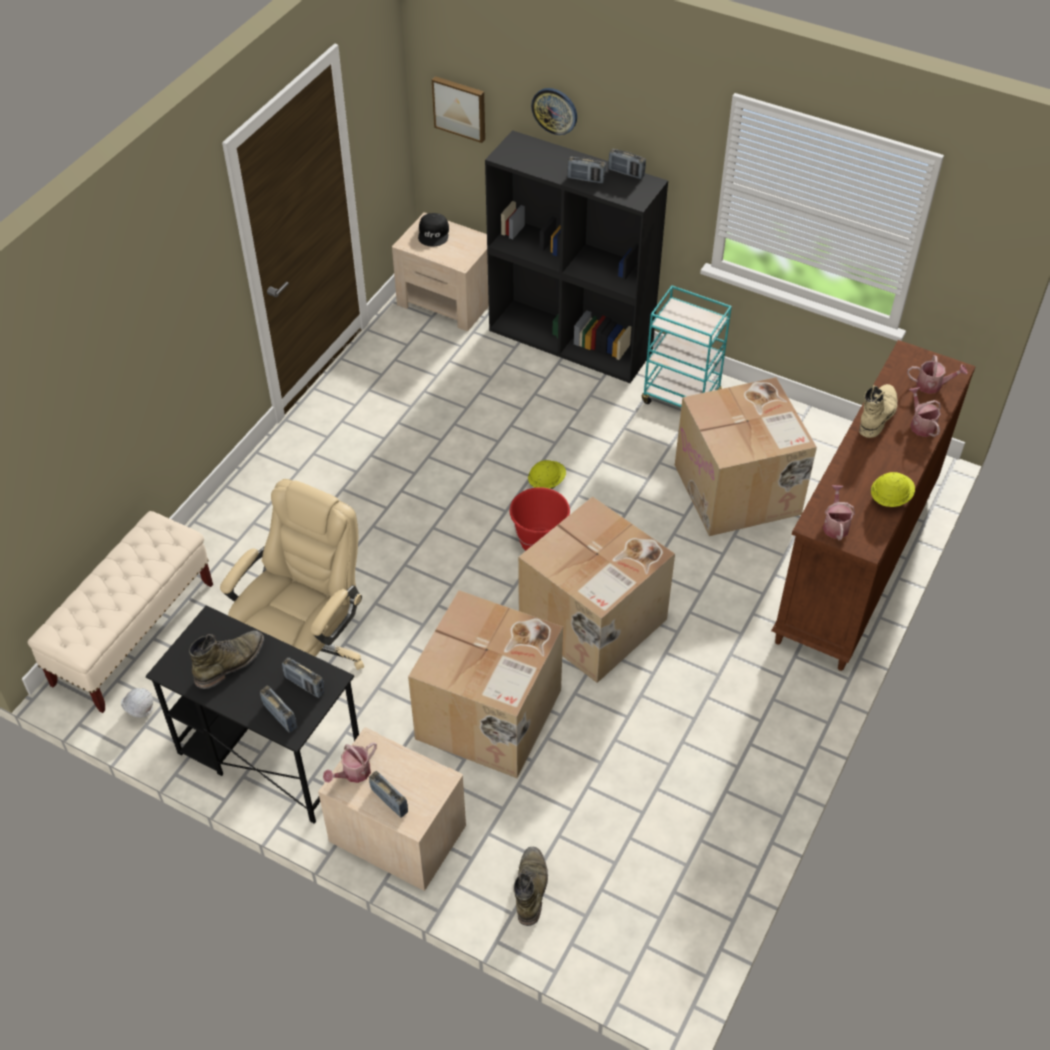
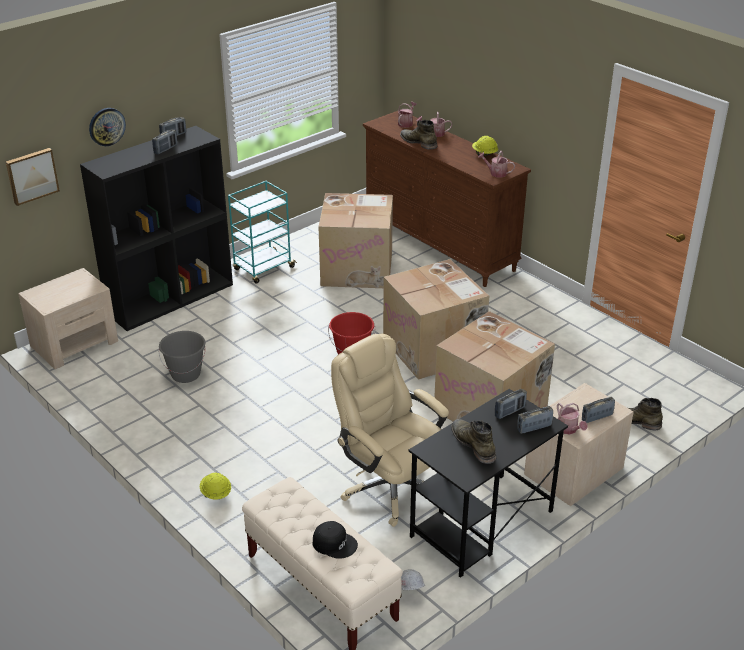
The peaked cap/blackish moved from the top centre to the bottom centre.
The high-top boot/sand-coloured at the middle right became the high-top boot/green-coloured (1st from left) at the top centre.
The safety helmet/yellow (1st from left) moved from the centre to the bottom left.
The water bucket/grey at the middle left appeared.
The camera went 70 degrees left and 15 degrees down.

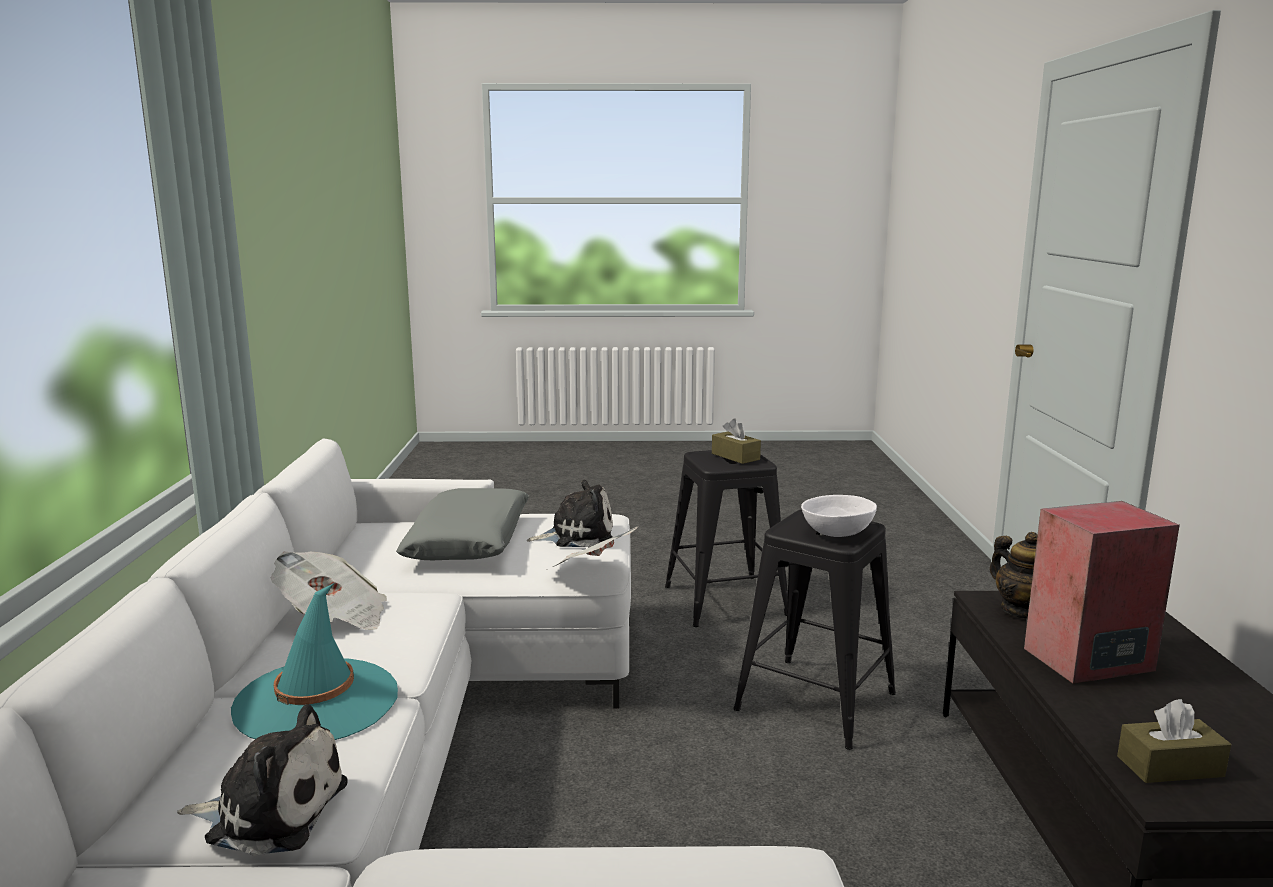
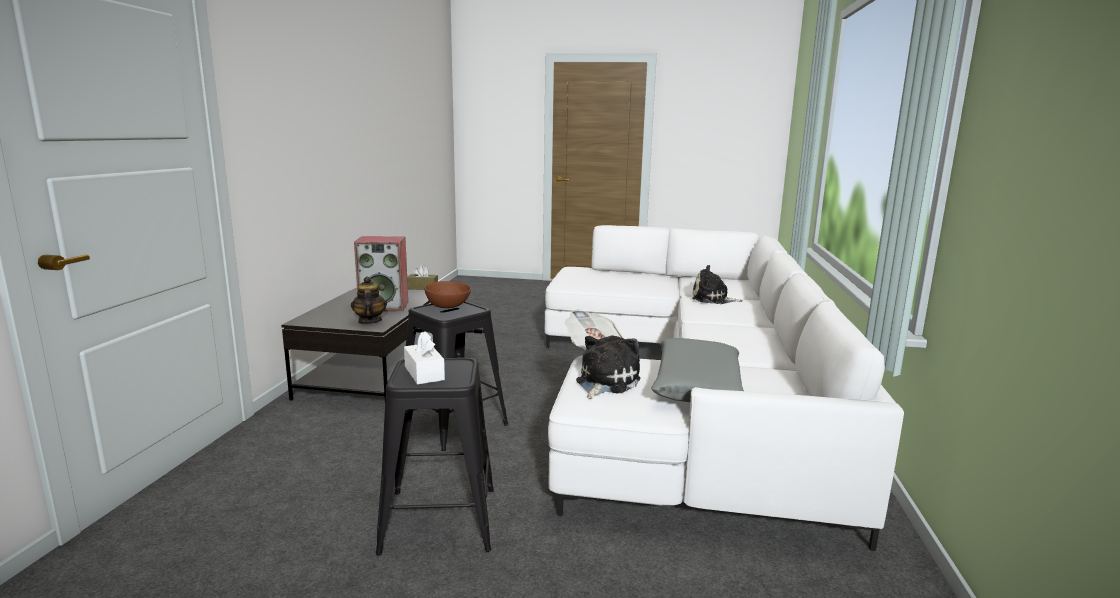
The box of tissues/brownish (1st from left) at the centre became the box of tissues/whitish at the centre.
The cuddly toy (2nd from left in the first image) at the centre turned 120 degrees clockwise.
The deep dish/whitish at the centre became the deep dish/brownish at the centre.
The daily paper (1st from left) at the middle left disappeared.
The clothing hat/turquoise-coloured at the bottom left disappeared.
The camera went 170 degrees left and 0 degrees up.

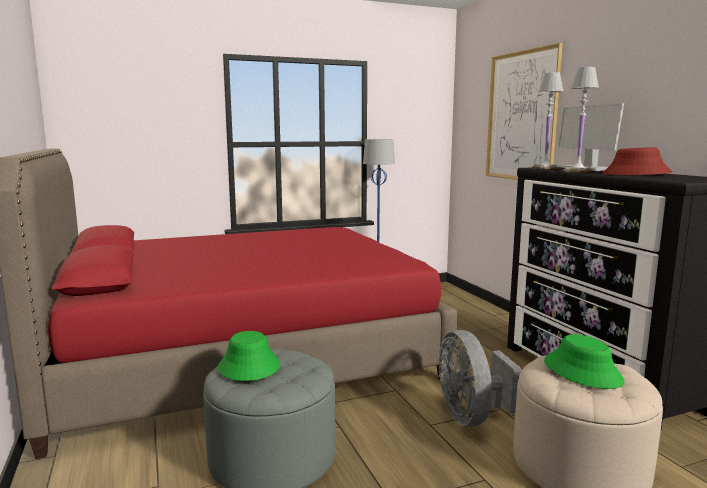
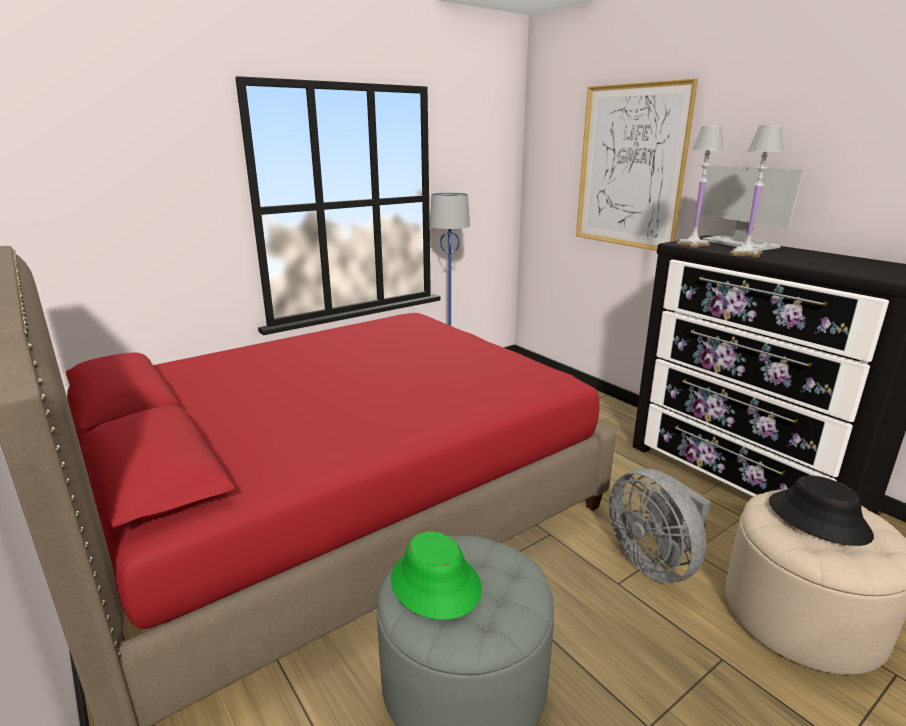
The clothing hat/reddish at the top right disappeared.
The clothing hat/green-coloured (2nd from left) at the bottom right became the clothing hat/blackish at the bottom right.
The camera went 15 degrees left and 10 degrees up.

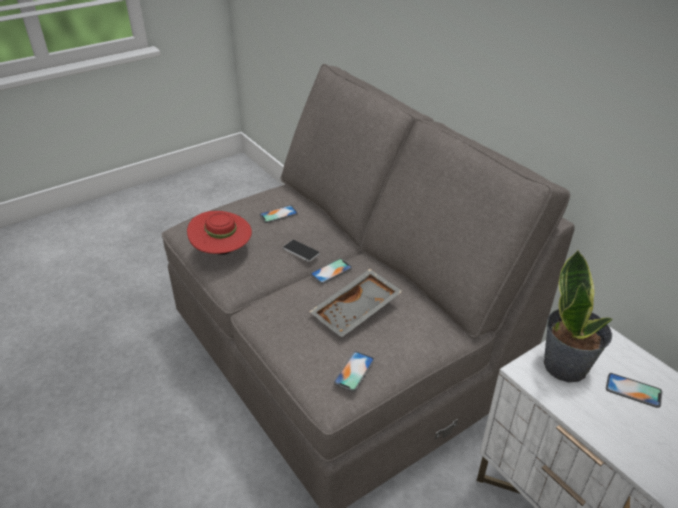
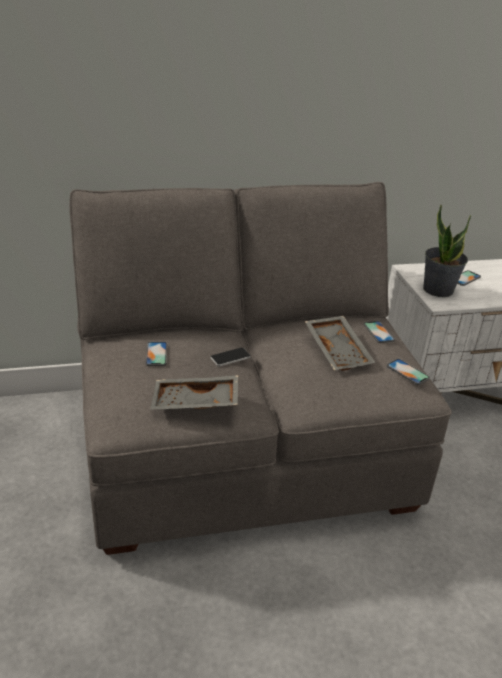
The clothing hat/reddish at the middle left was replaced by the serving tray/grey (1st from left) at the centre.
The telephone (3rd from left) moved from the centre to the middle right.
The camera went 70 degrees left and 5 degrees down.

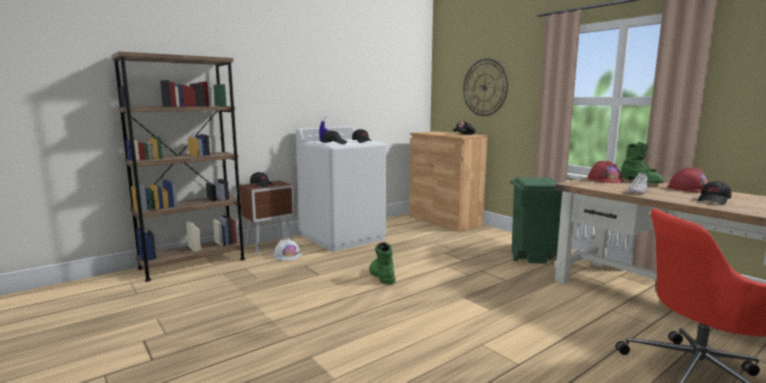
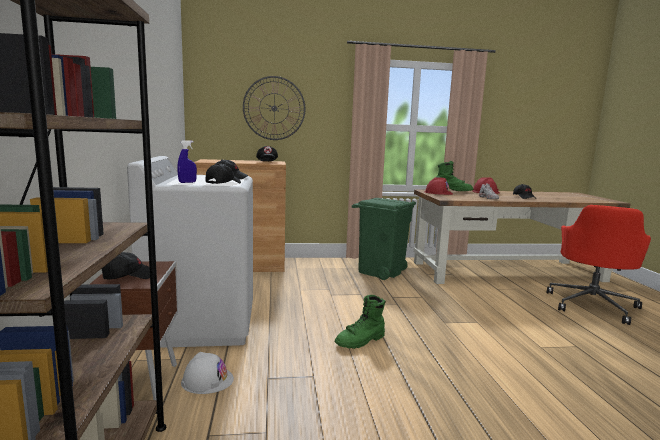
The high-top boot/green-coloured (1st from left) at the bottom centre turned 45 degrees counterclockwise.
The camera went 60 degrees left and 0 degrees up.

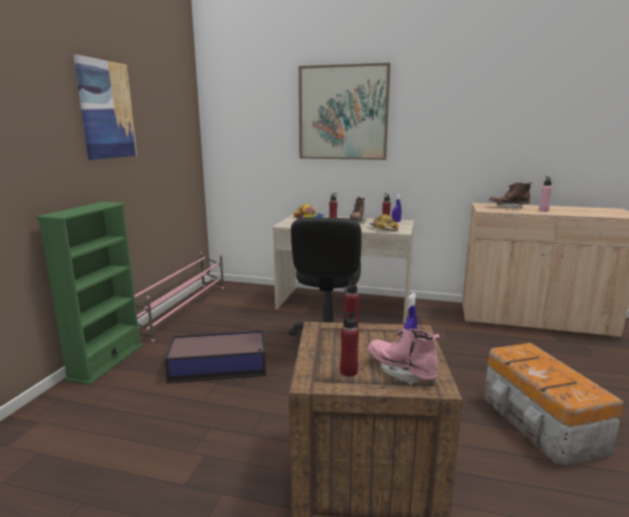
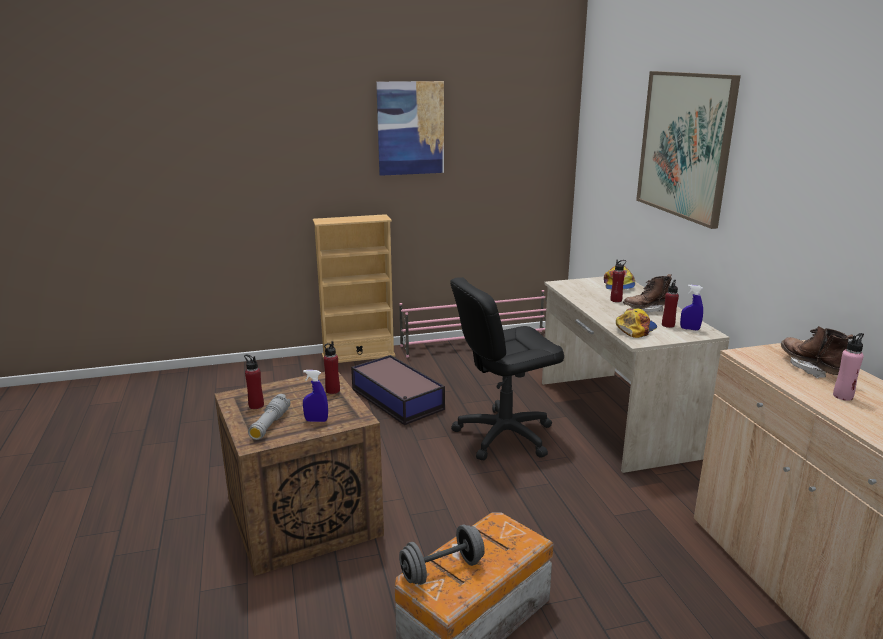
The bookcase/green-coloured at the middle left became the bookcase/sand-coloured at the centre.
The high-top boot/pink-coloured at the bottom centre was replaced by the torch/grey at the middle left.
The hand weight/grey at the bottom centre appeared.
The camera went 60 degrees right and 5 degrees up.

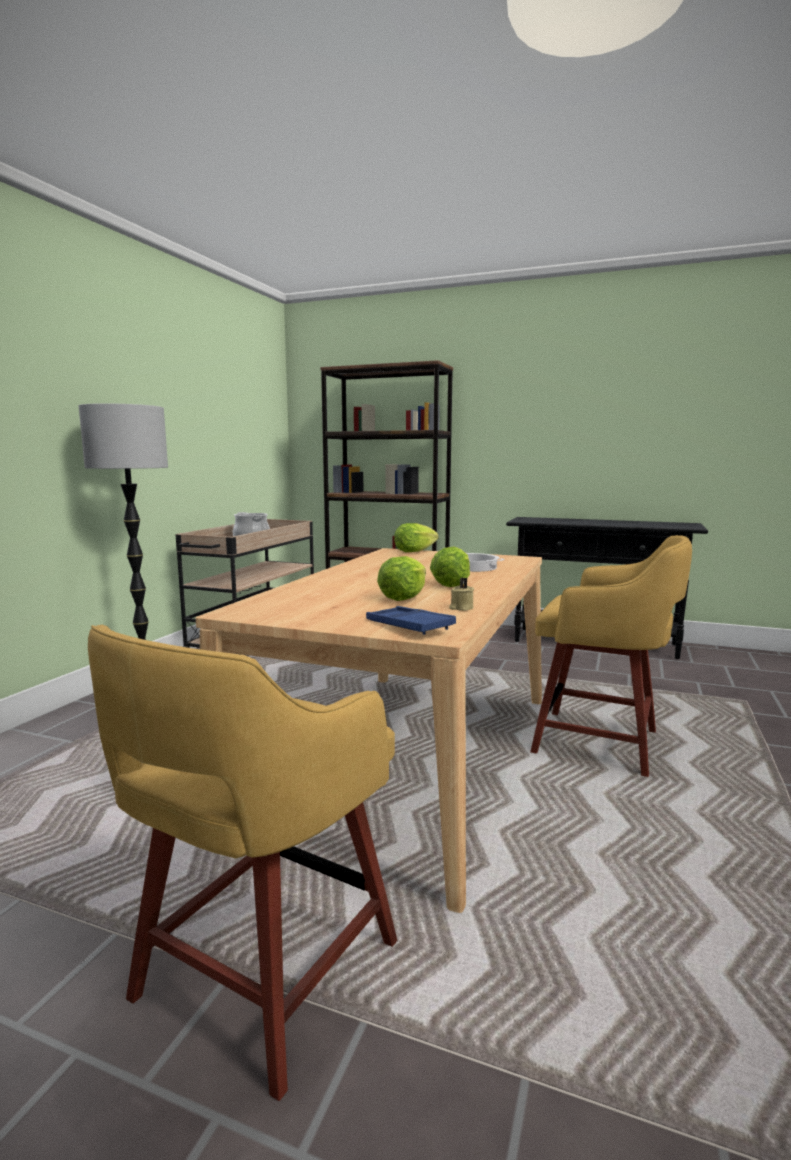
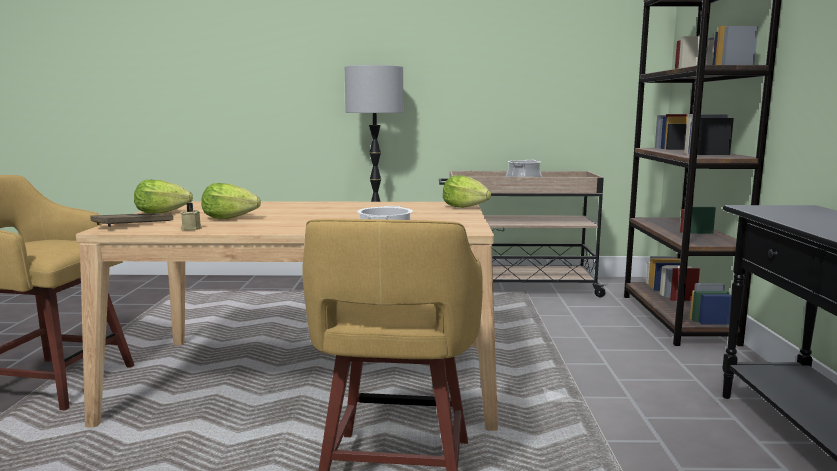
The head of lettuce (3rd from left in the first image) moved from the centre to the middle left.
The serving tray/blue at the centre became the serving tray/brownish at the middle left.
The camera went 70 degrees right and 0 degrees up.

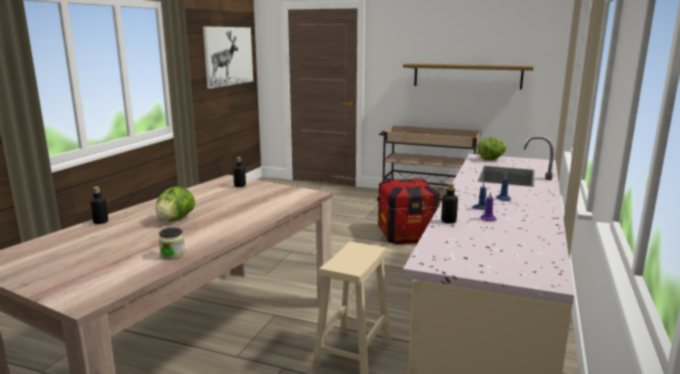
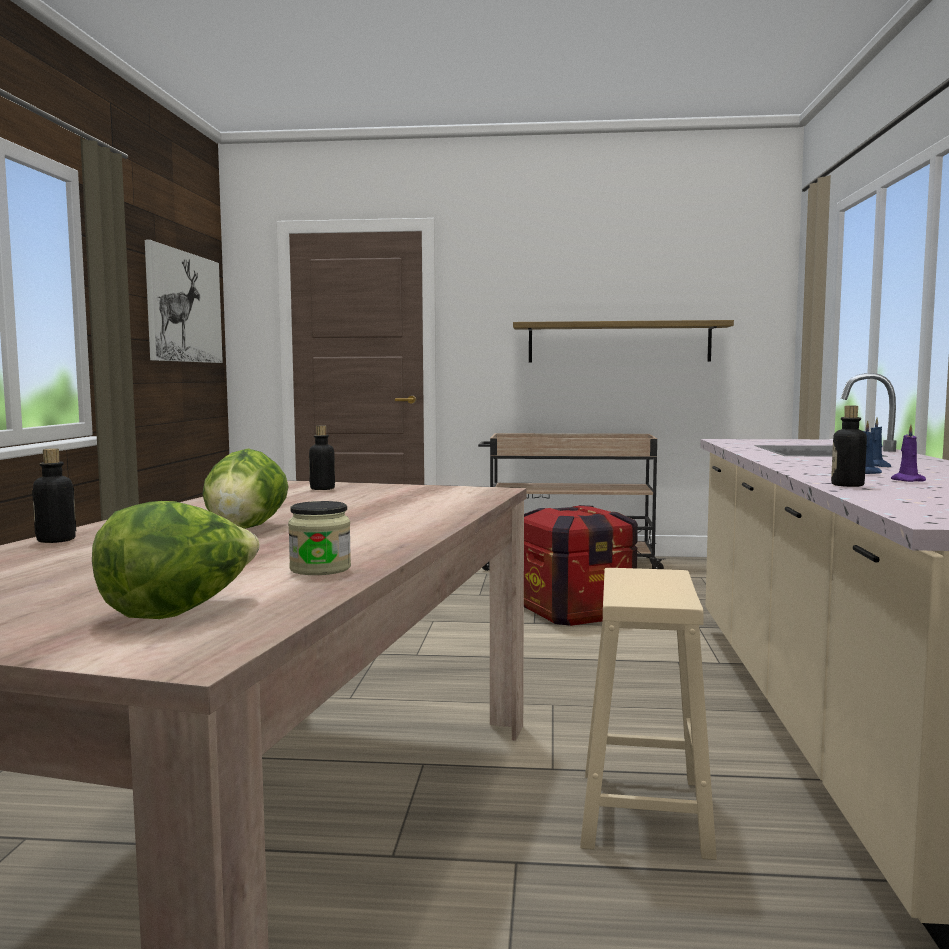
The head of lettuce (2nd from left in the first image) moved from the middle right to the middle left.
The camera went 15 degrees left and 10 degrees down.

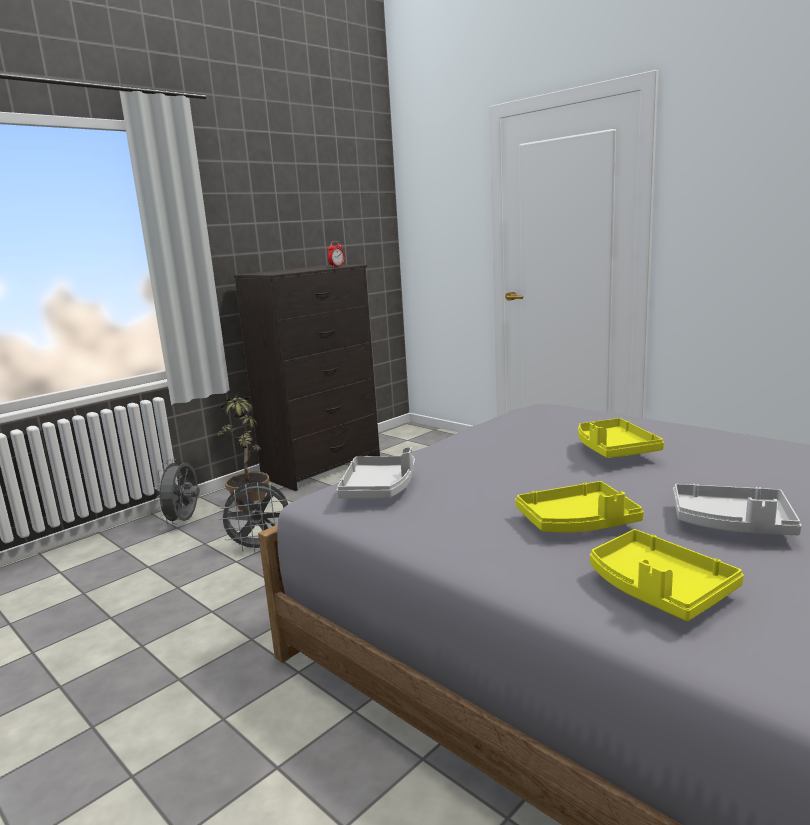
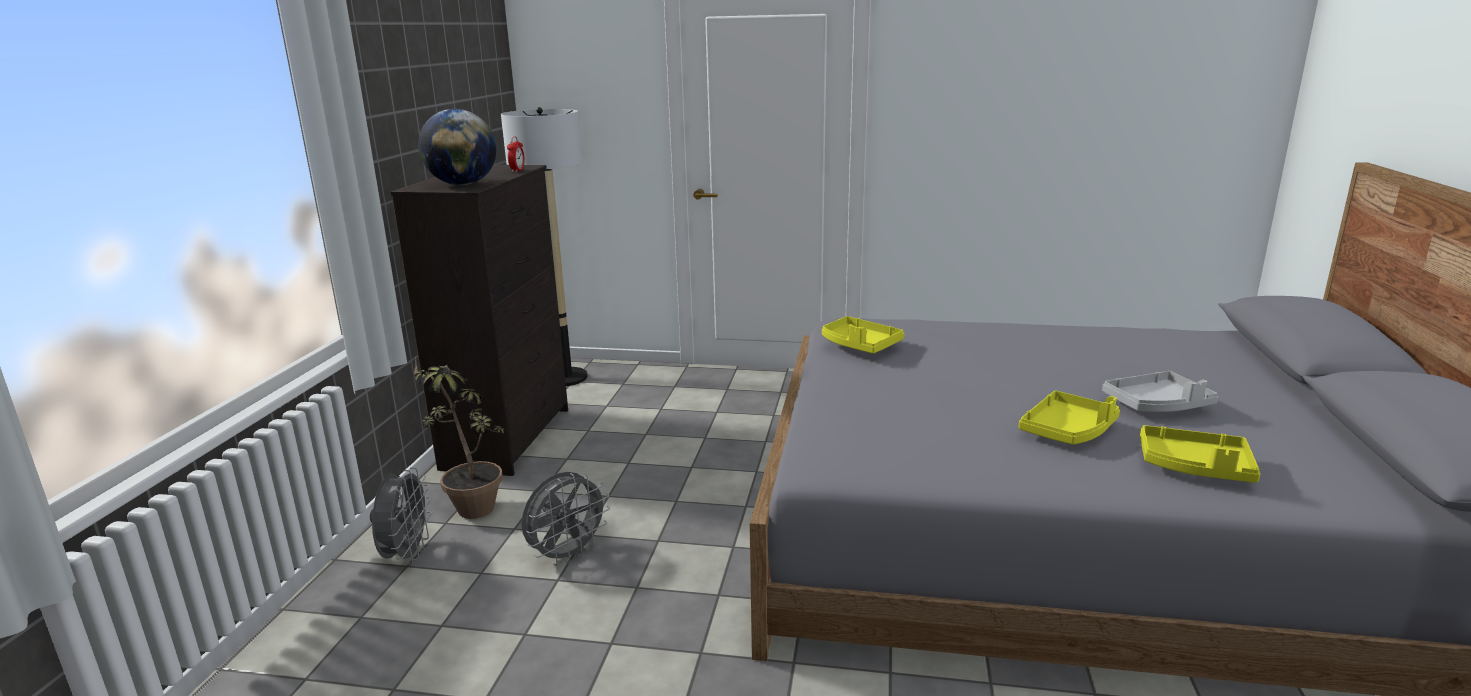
The serving tray/yellow (2nd from left in the first image) moved from the middle right to the centre.
The serving tray/grey (1st from left) at the centre disappeared.
The cooling fan/grey (1st from left) at the middle left turned 150 degrees counterclockwise.
The floor lamp at the centre appeared.
The globe at the top left appeared.
The camera went 35 degrees left and 5 degrees up.

